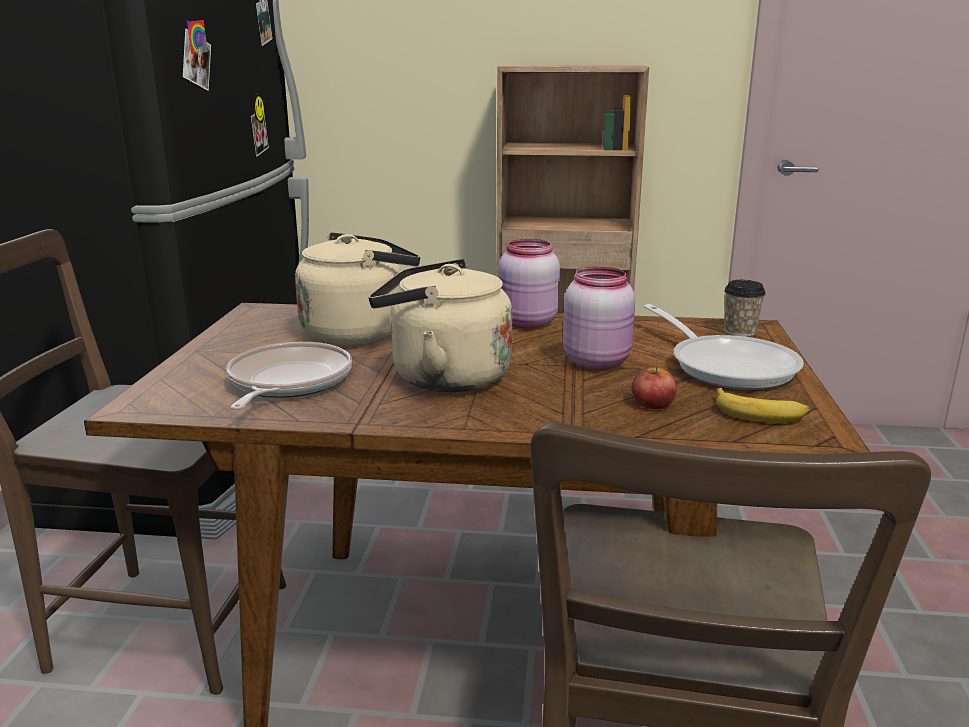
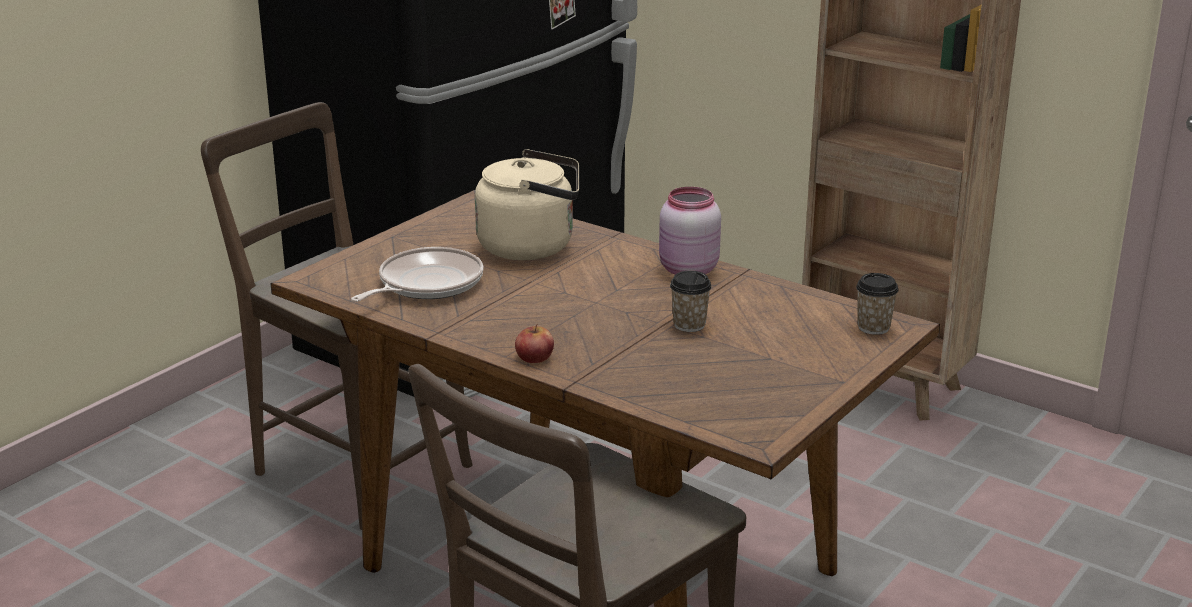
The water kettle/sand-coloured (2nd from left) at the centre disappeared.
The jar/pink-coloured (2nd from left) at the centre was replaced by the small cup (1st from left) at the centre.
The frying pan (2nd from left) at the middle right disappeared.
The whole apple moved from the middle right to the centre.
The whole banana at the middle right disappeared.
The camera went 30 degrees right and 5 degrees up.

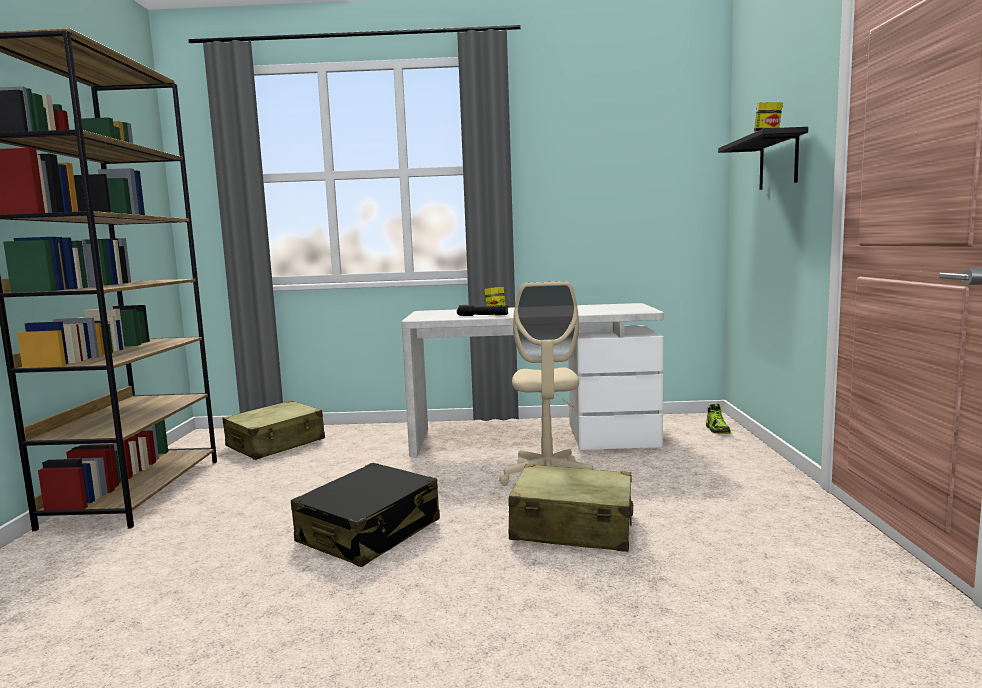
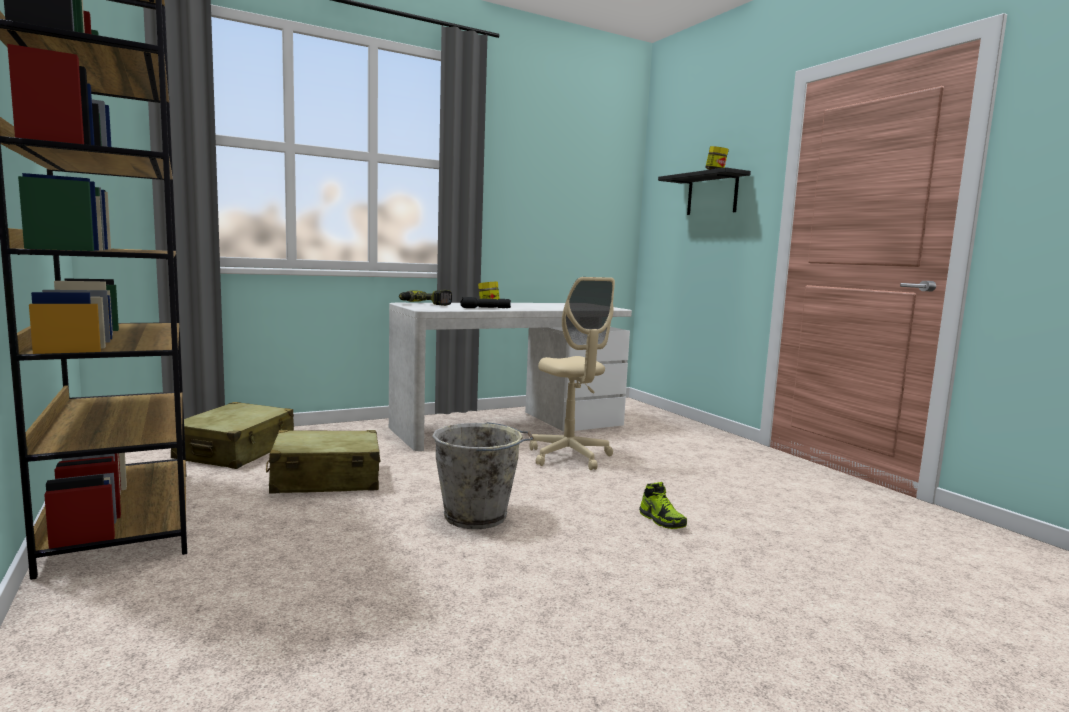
The low shoe moved from the middle right to the bottom centre.
The travel case/blackish at the bottom centre was replaced by the water bucket/grey at the bottom centre.
The travel case/sand-coloured (2nd from left) moved from the bottom centre to the middle left.
The power drill at the centre appeared.
The camera went 30 degrees left and 0 degrees up.

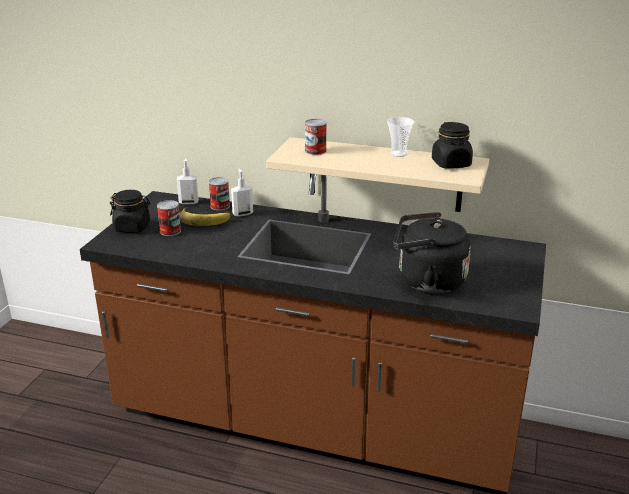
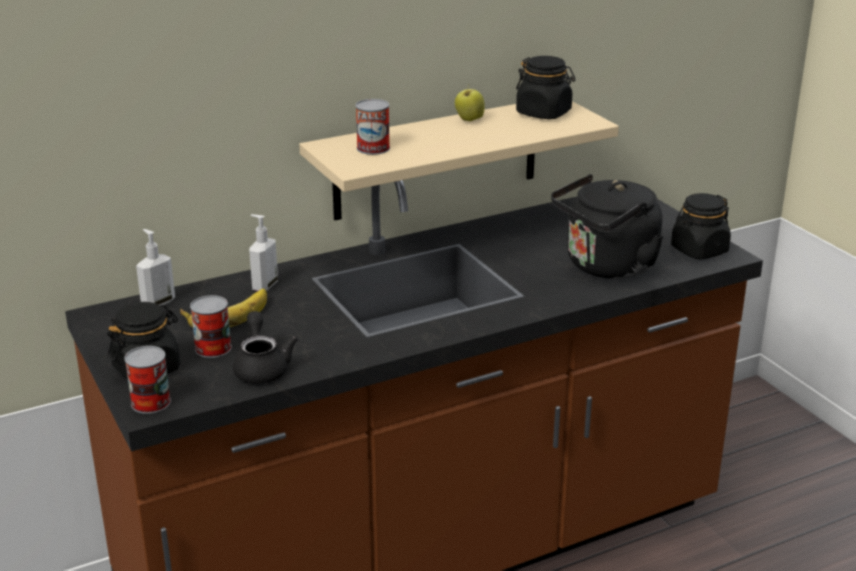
The small cup at the top centre was replaced by the whole apple at the top centre.
The metal can (2nd from left in the first image) moved from the centre to the middle left.
The jar/blackish (3rd from left) at the middle right appeared.
The pot for tea/blackish at the middle left appeared.
The camera went 45 degrees left and 0 degrees up.

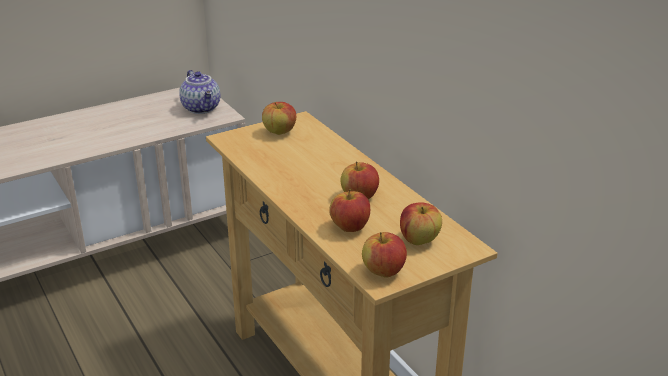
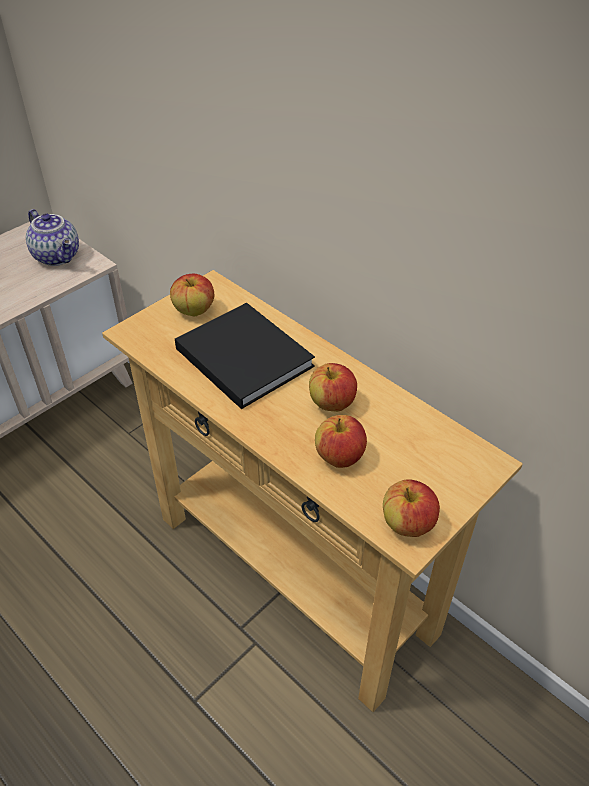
The whole apple (5th from left) at the centre disappeared.
The bound book/blackish at the centre appeared.
The camera went 15 degrees left and 15 degrees up.

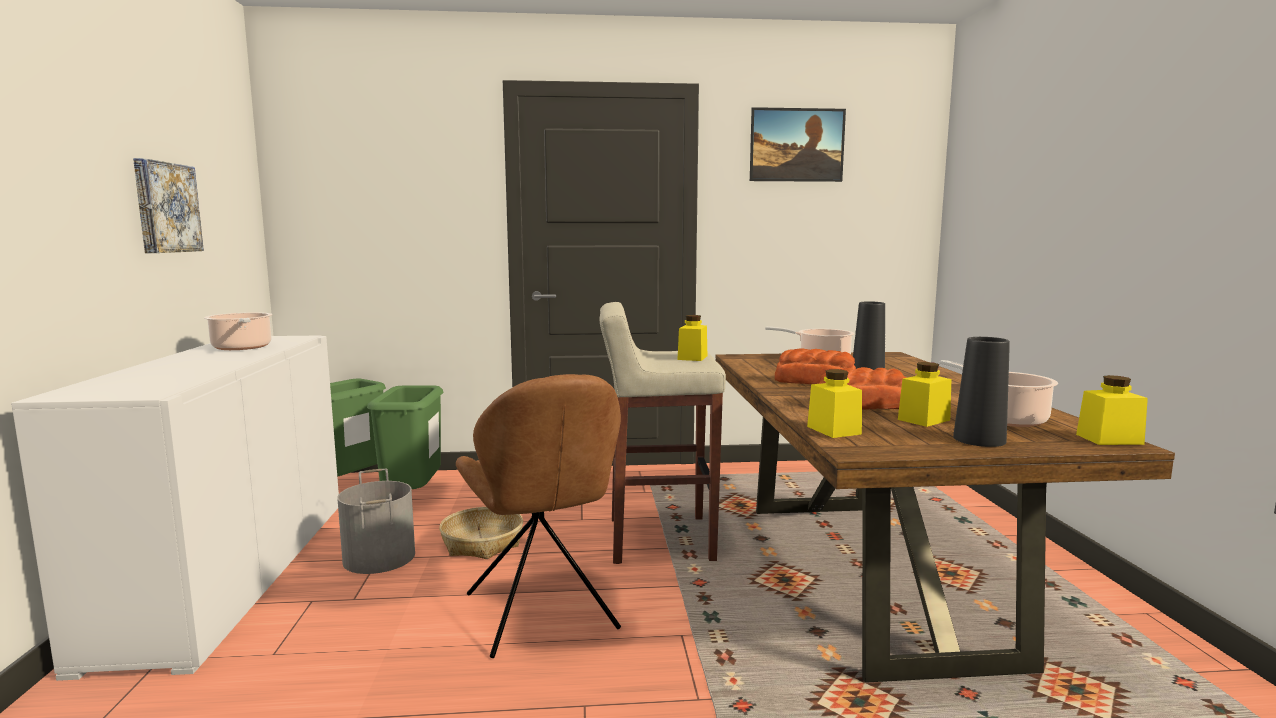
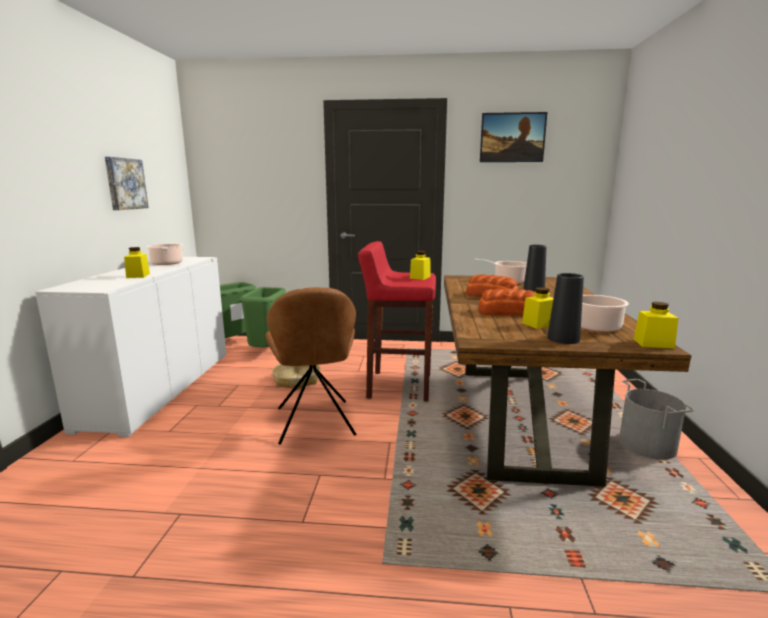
The sitting stool/sand-coloured at the centre became the sitting stool/reddish at the centre.
The jar/yellow (2nd from left in the first image) moved from the centre to the middle left.
The water bucket/grey moved from the bottom left to the bottom right.
The camera went 10 degrees right and 5 degrees up.

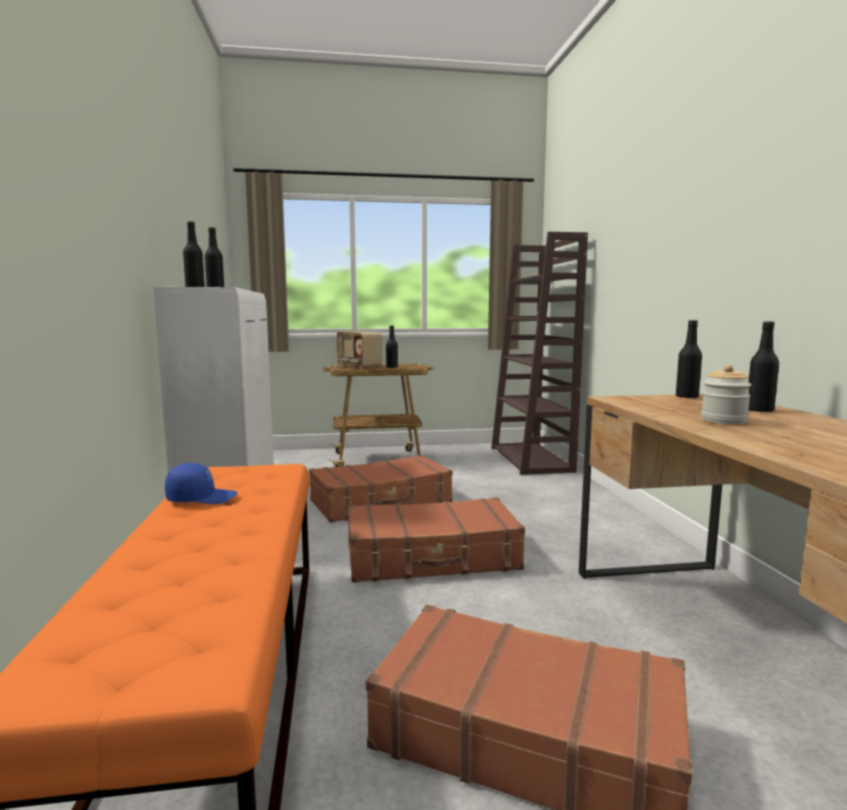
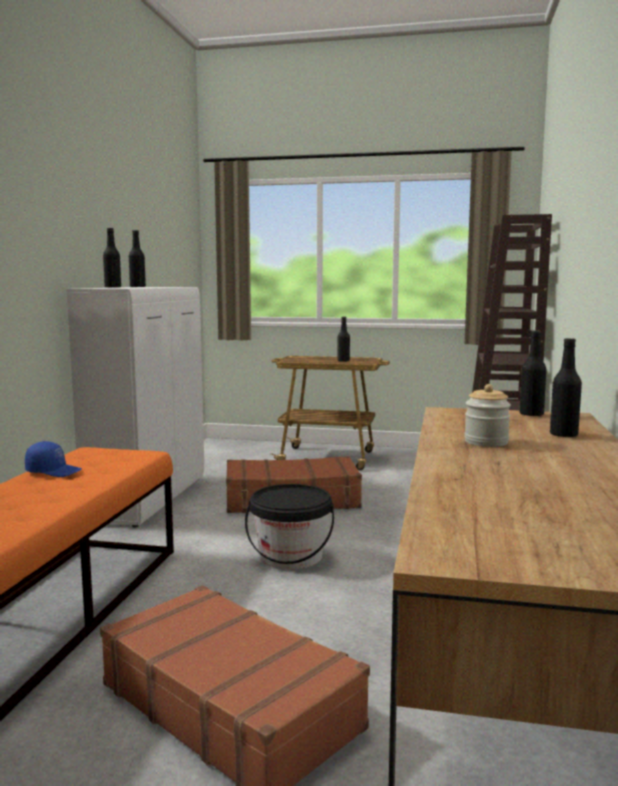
The radio at the centre disappeared.
The travel case/brownish (2nd from left) at the bottom centre was replaced by the water bucket/blackish at the bottom centre.
The camera went 20 degrees right and 0 degrees up.

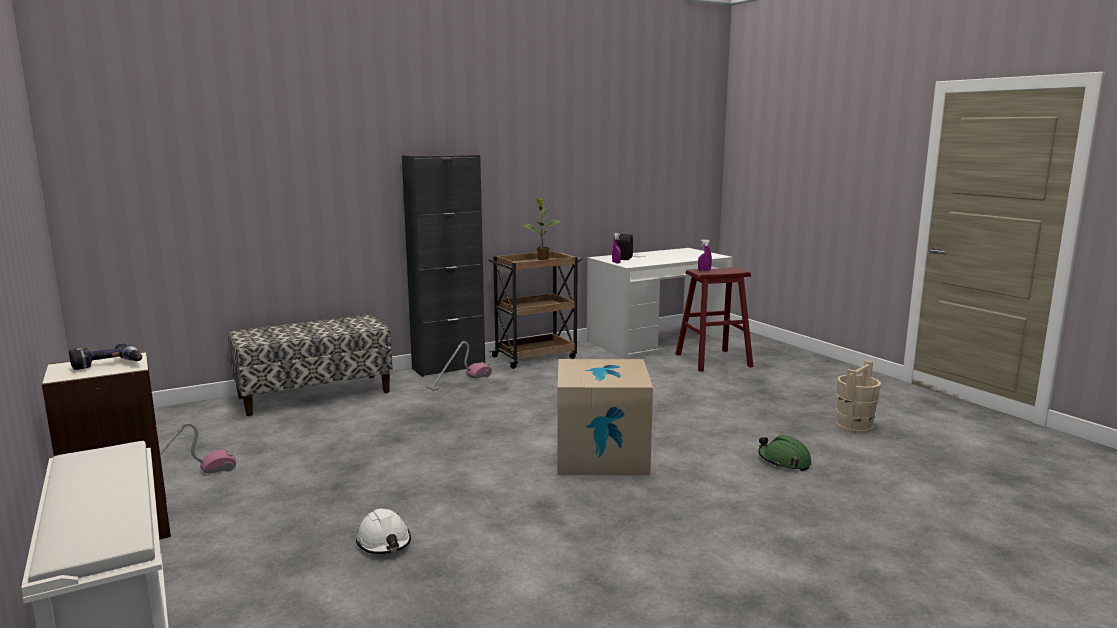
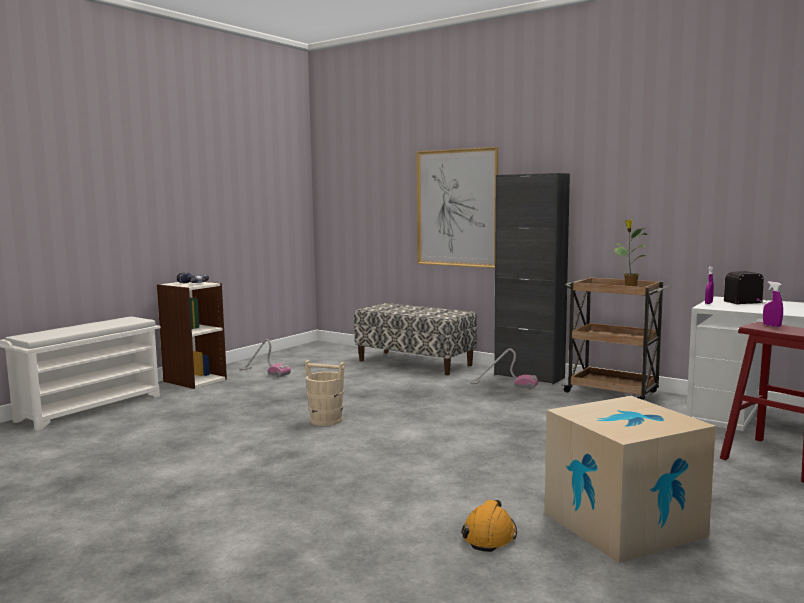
The cardboard box moved from the centre to the bottom right.
The water bucket/sand-coloured moved from the middle right to the centre.
The safety helmet/green-coloured at the bottom right became the safety helmet/orange-coloured at the bottom centre.
The safety helmet/whitish at the bottom centre disappeared.
The wall picture at the centre appeared.
The camera went 65 degrees right and 5 degrees down.

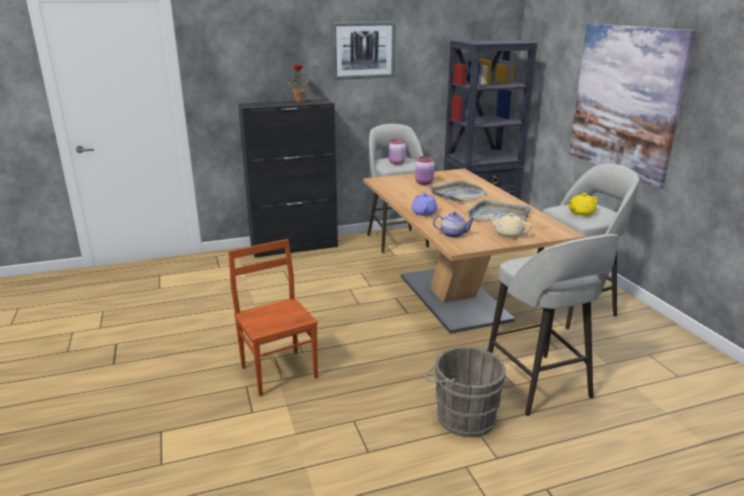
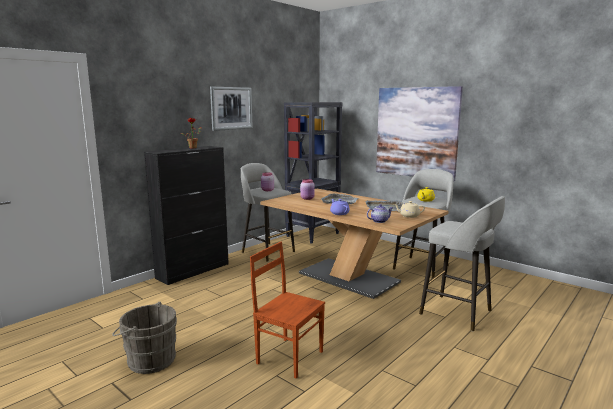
The water bucket/grey moved from the bottom centre to the bottom left.
The camera went 30 degrees left and 10 degrees down.

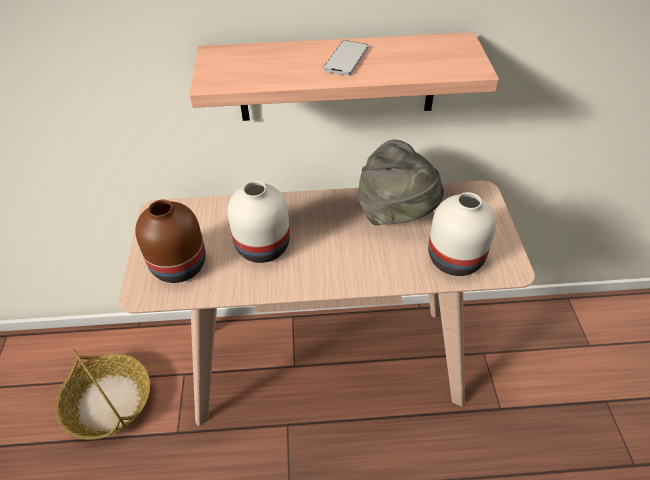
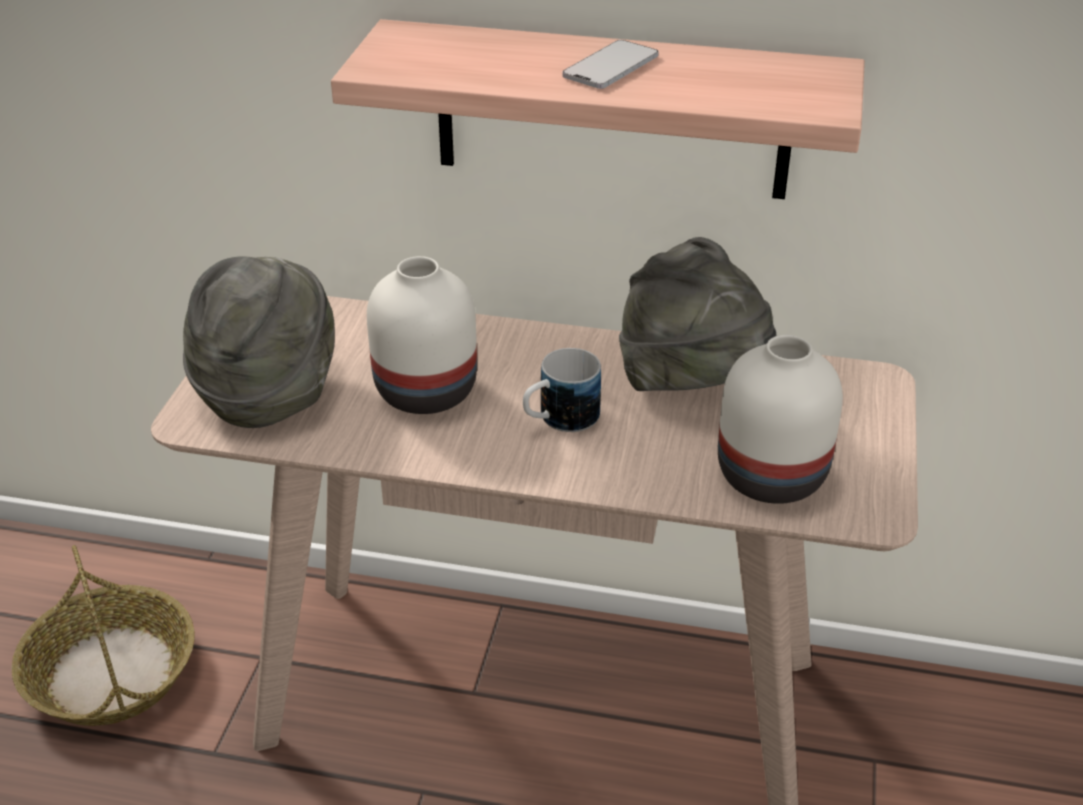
The decorative vase/brownish at the middle left was replaced by the clothing hat/grey (1st from left) at the middle left.
The coffee mug at the centre appeared.
The camera went 15 degrees right and 10 degrees down.

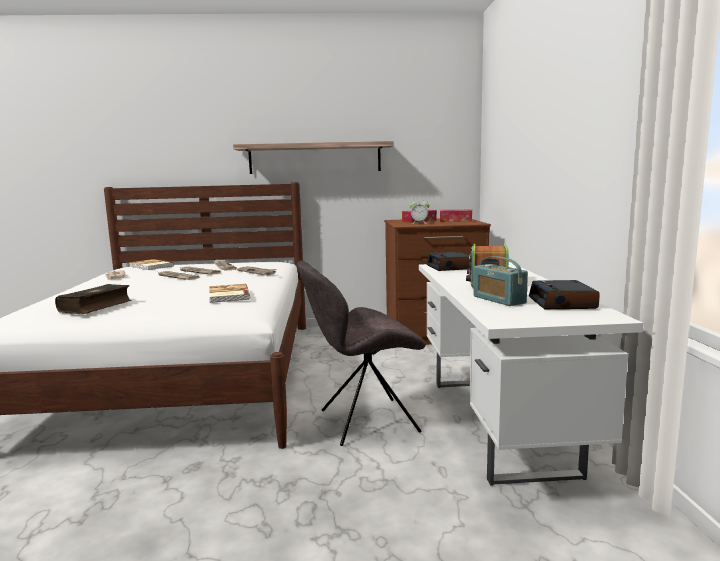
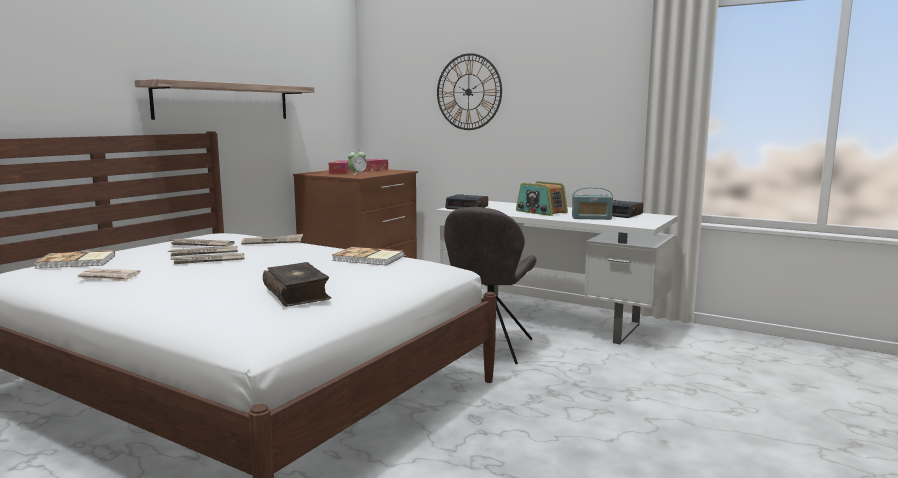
The wall clock at the top centre appeared.
The camera went 55 degrees left and 0 degrees up.

